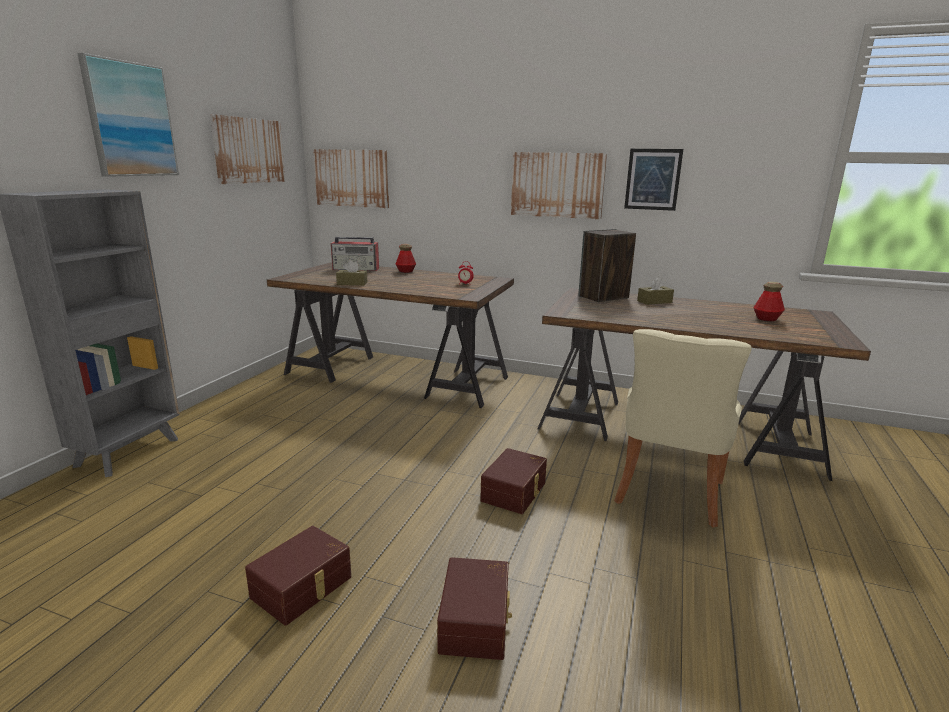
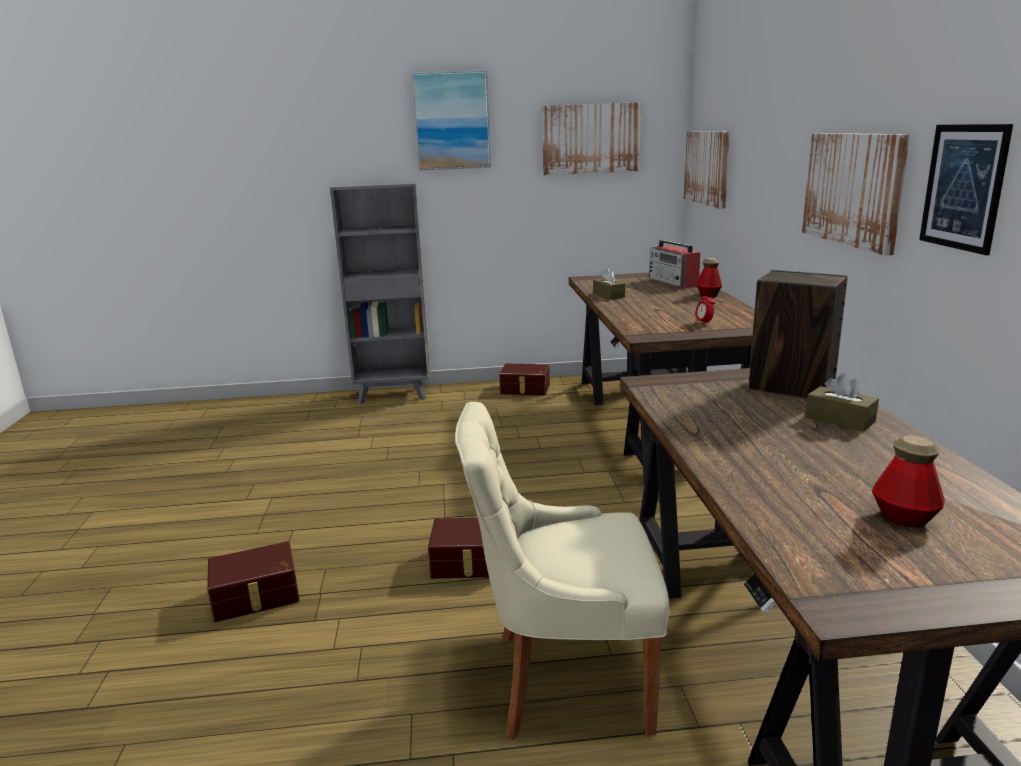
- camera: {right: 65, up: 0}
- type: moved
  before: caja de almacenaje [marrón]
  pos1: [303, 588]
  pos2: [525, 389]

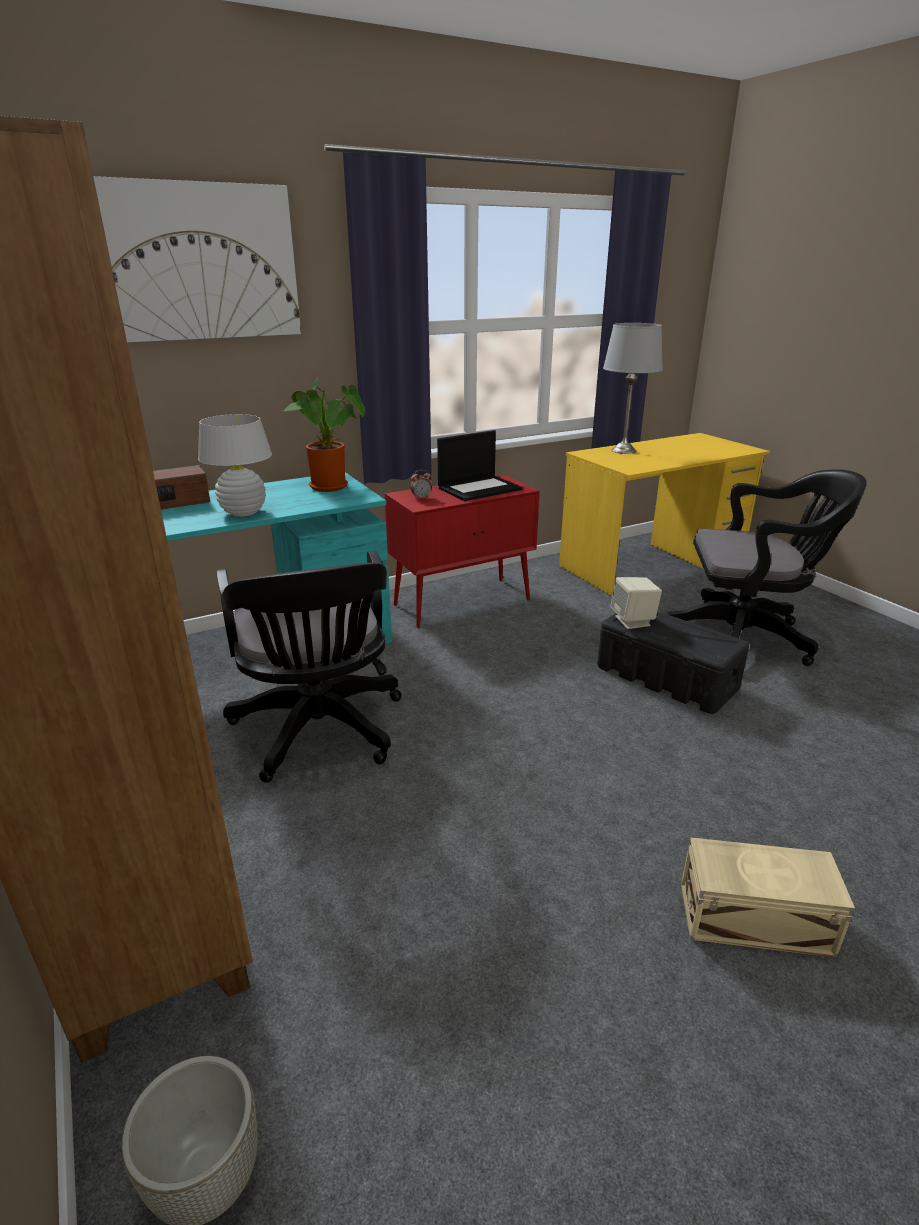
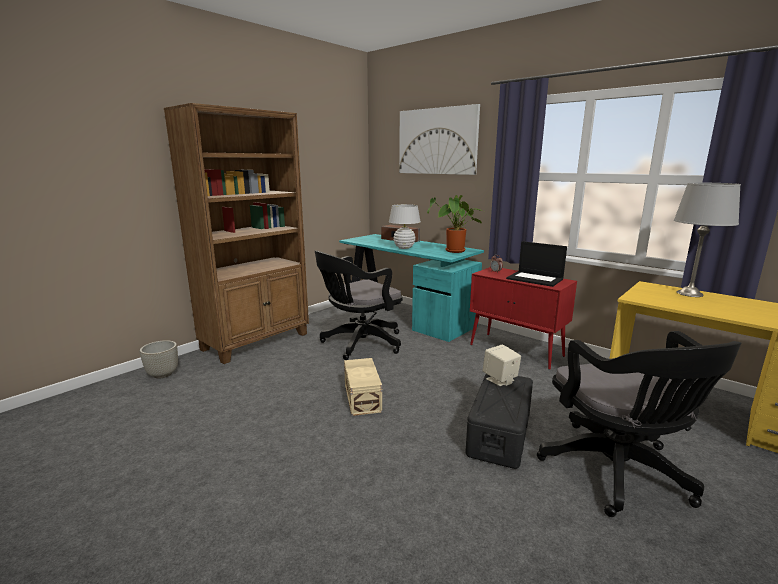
- camera: {right: 70, up: -10}
- type: moved
  before: caja de almacenaje [beis]
  pos1: [751, 917]
  pos2: [363, 397]

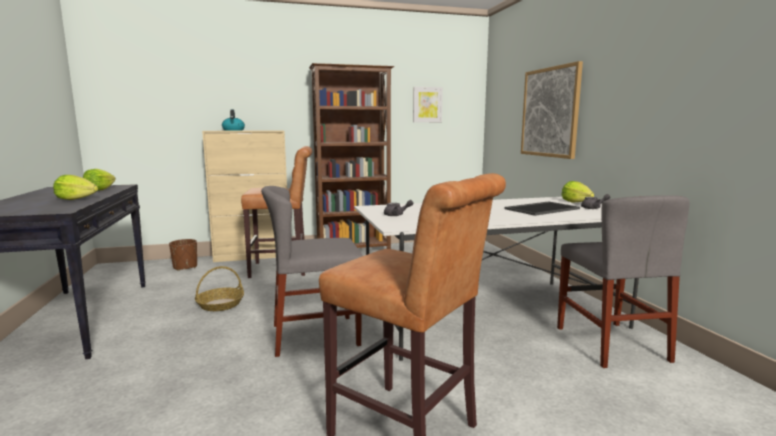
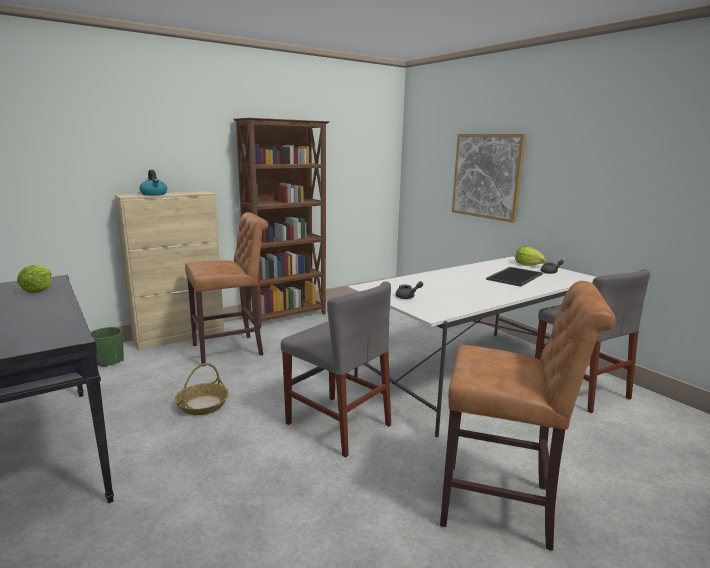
- camera: {right: -20, up: 5}
- type: removed
  before: cuadro
  pos1: [427, 105]
- type: removed
  before: lechuga
  pos1: [76, 199]
- type: turned
  before: silla [gris]
  pos1: [315, 335]
  pos2: [338, 424]
  turn: -105
- type: recoloured
  before: maceta [marrón]
  after: maceta [verde]
  pos1: [185, 267]
  pos2: [109, 361]

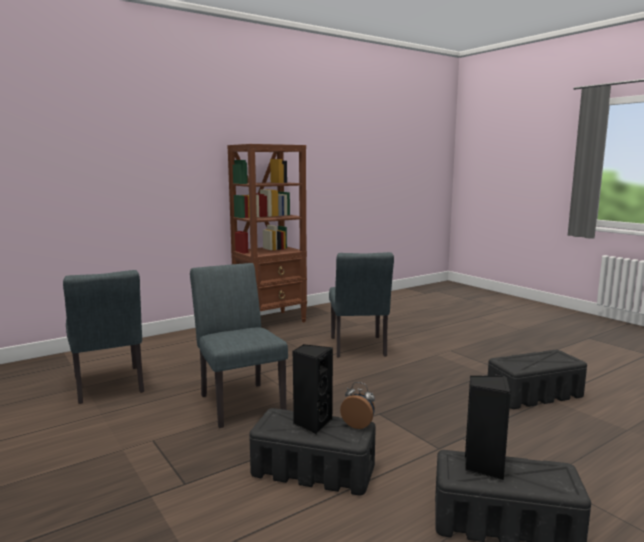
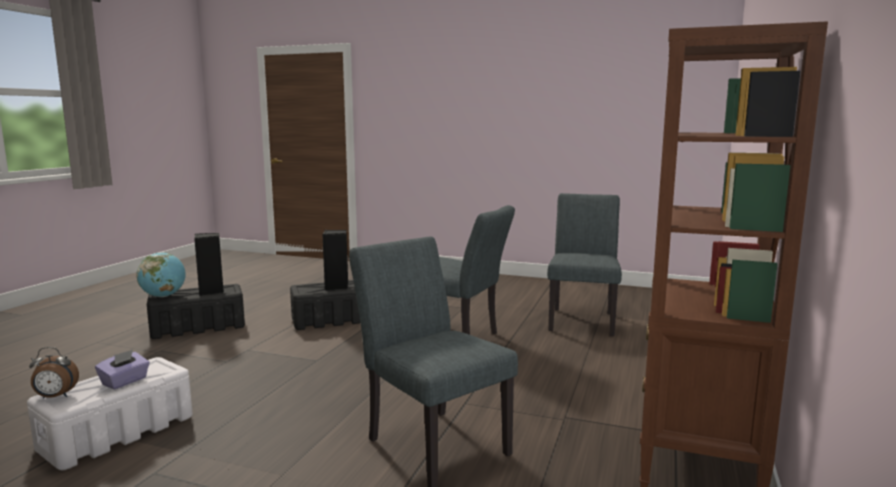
- camera: {right: 145, up: 0}
- type: turned
  before: silla [gris]
  pos1: [109, 387]
  pos2: [582, 319]
  turn: 75
- type: recoloured
  before: caja de almacenaje [negro]
  after: caja de almacenaje [blanco]
  pos1: [533, 395]
  pos2: [119, 432]
- type: moved
  before: despertador
  pos1: [358, 424]
  pos2: [55, 397]
- type: added
  after: globo terráqueo
  pos2: [163, 296]
- type: added
  after: caja de pañuelos [morado]
  pos2: [125, 381]

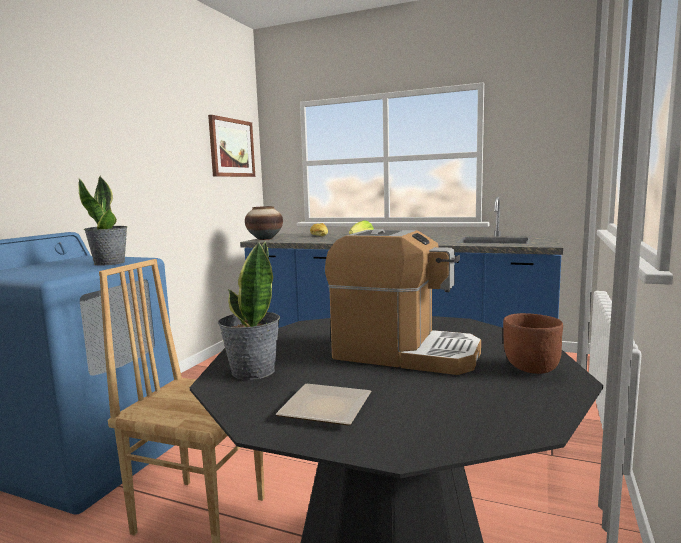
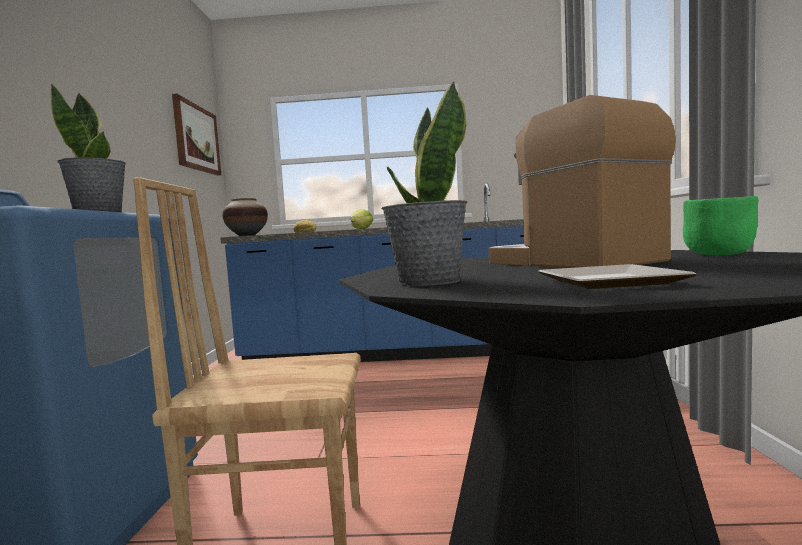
- camera: {right: -20, up: -5}
- type: turned
  before: cafetera
  pos1: [404, 353]
  pos2: [569, 262]
  turn: -120
- type: recoloured
  before: cuenco [marrón]
  after: cuenco [verde]
  pos1: [530, 369]
  pos2: [718, 255]

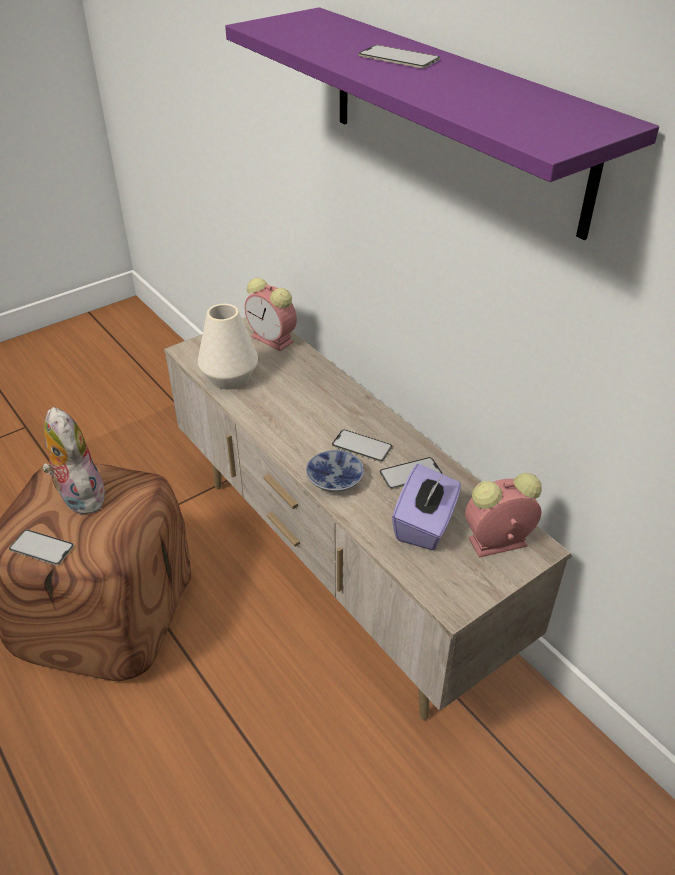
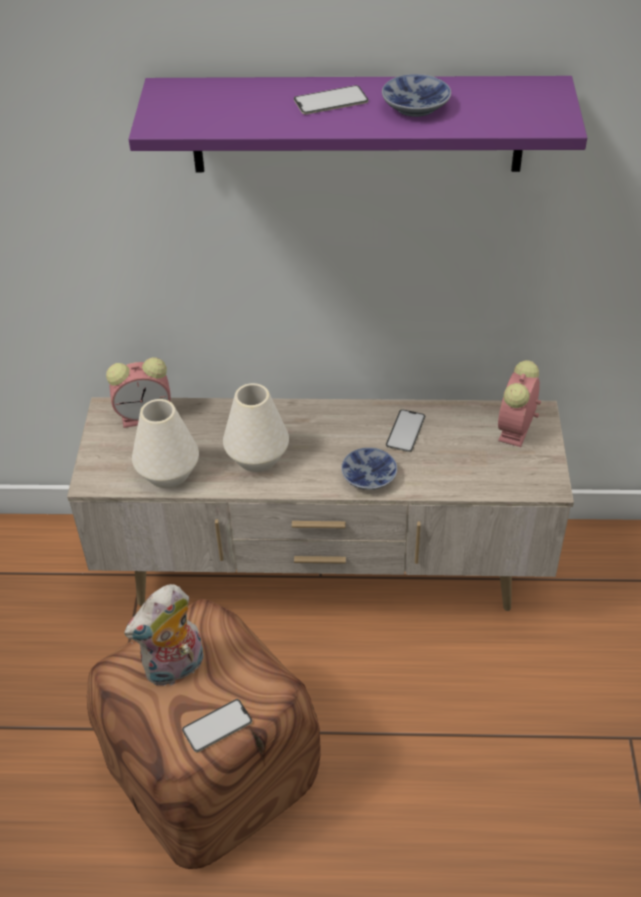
- camera: {right: -50, up: 5}
- type: turned
  before: peluche
  pos1: [79, 496]
  pos2: [175, 669]
  turn: -45
- type: removed
  before: móvil
  pos1: [361, 446]
- type: removed
  before: caja de pañuelos [morado]
  pos1: [425, 524]
- type: added
  after: cuenco
  pos2: [416, 108]
- type: added
  after: florero [blanco]
  pos2: [257, 457]

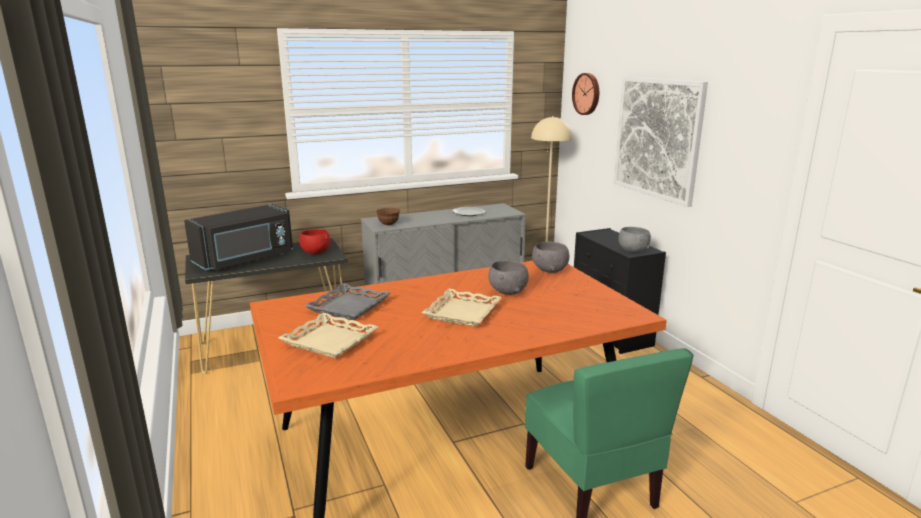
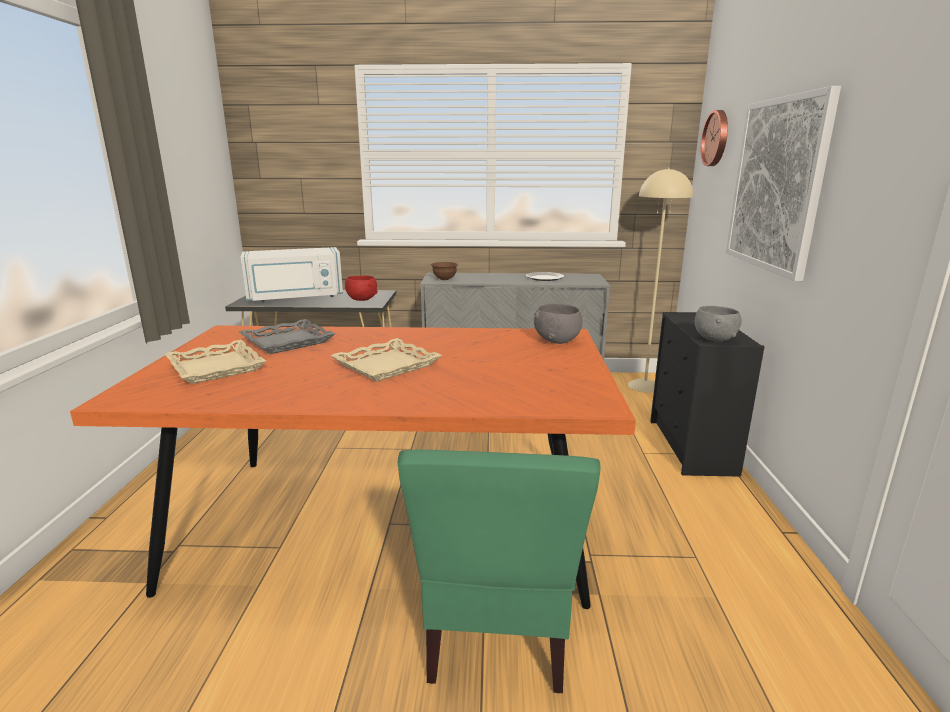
- camera: {right: 25, up: 0}
- type: recoloured
  before: microondas [negro]
  after: microondas [blanco]
  pos1: [245, 259]
  pos2: [295, 297]
- type: removed
  before: cuenco [gris]
  pos1: [508, 291]

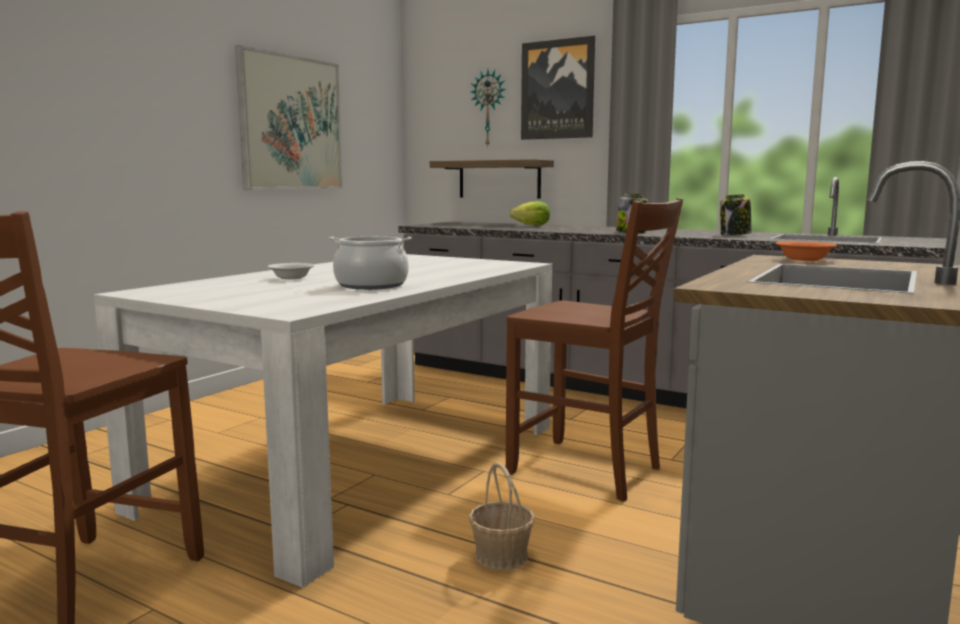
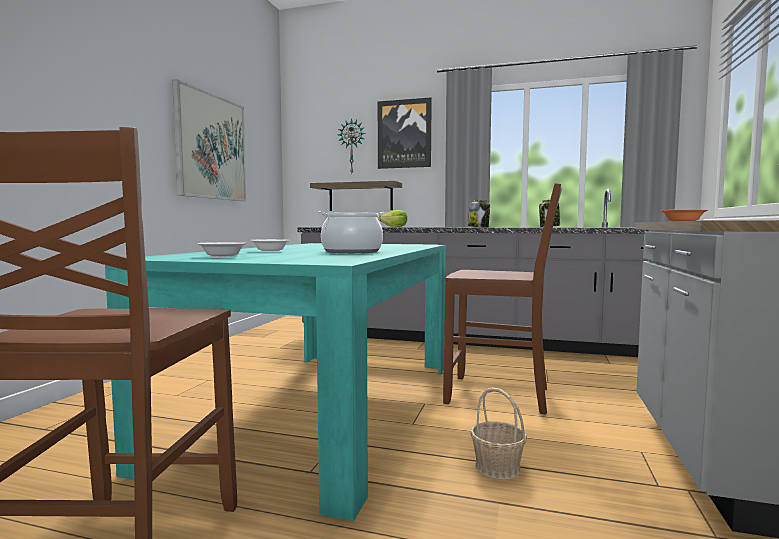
- camera: {right: -15, up: -5}
- type: recoloured
  before: mesa de comedor [blanco]
  after: mesa de comedor [turquesa]
  pos1: [364, 463]
  pos2: [325, 407]
- type: added
  after: cuenco [blanco]
  pos2: [222, 256]

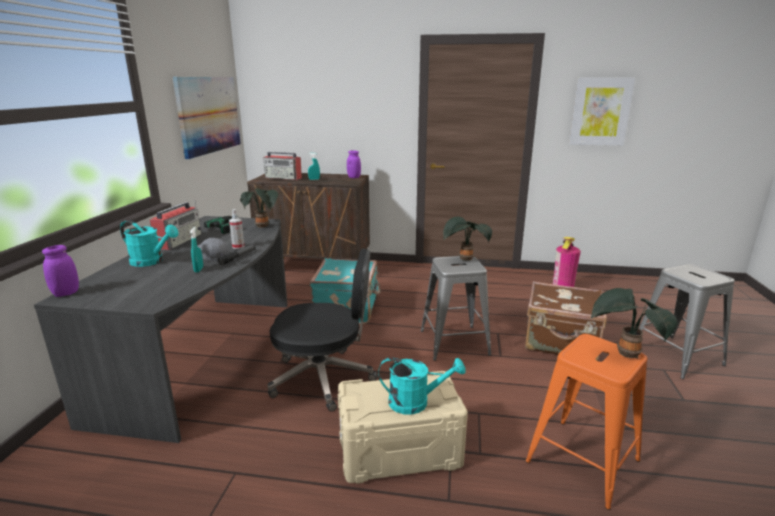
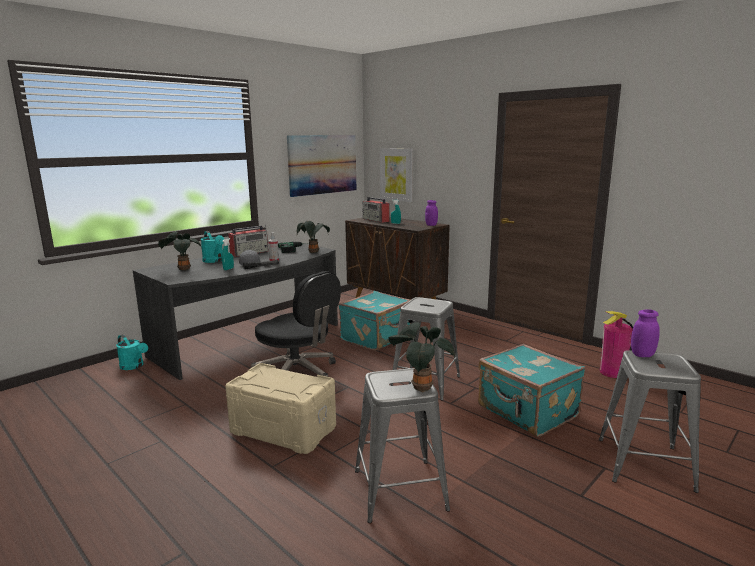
- camera: {right: 35, up: -5}
- type: moved
  before: cuadro
  pos1: [600, 112]
  pos2: [396, 174]
- type: moved
  before: planta en maceta
  pos1: [464, 259]
  pos2: [182, 269]
- type: moved
  before: tarro [morado]
  pos1: [66, 293]
  pos2: [642, 355]
- type: recoloured
  before: maleta [marrón]
  after: maleta [turquesa]
  pos1: [561, 342]
  pos2: [527, 412]
- type: recoloured
  before: taburete [naranja]
  after: taburete [gris]
  pos1: [582, 460]
  pos2: [400, 489]
- type: moved
  before: regadera [turquesa]
  pos1: [416, 402]
  pos2: [134, 366]

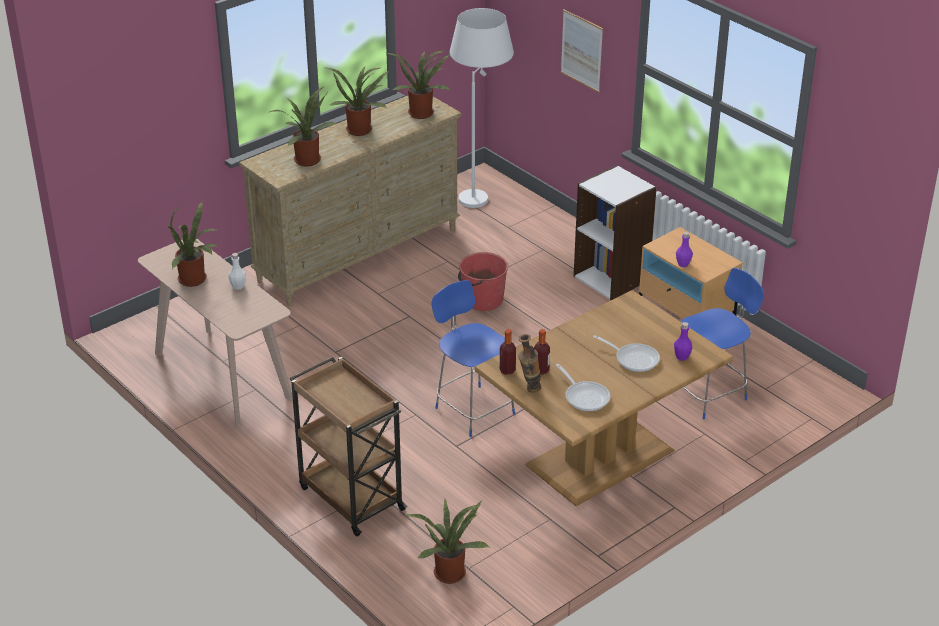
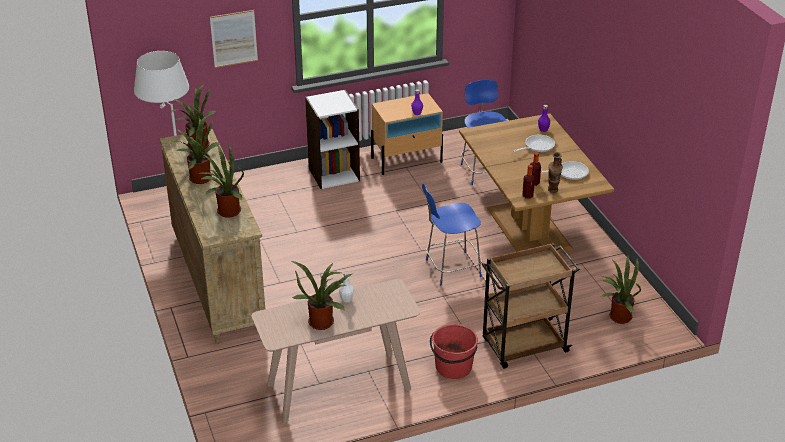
- camera: {right: -70, up: 0}
- type: moved
  before: cubo [rojo]
  pos1: [482, 300]
  pos2: [453, 367]

